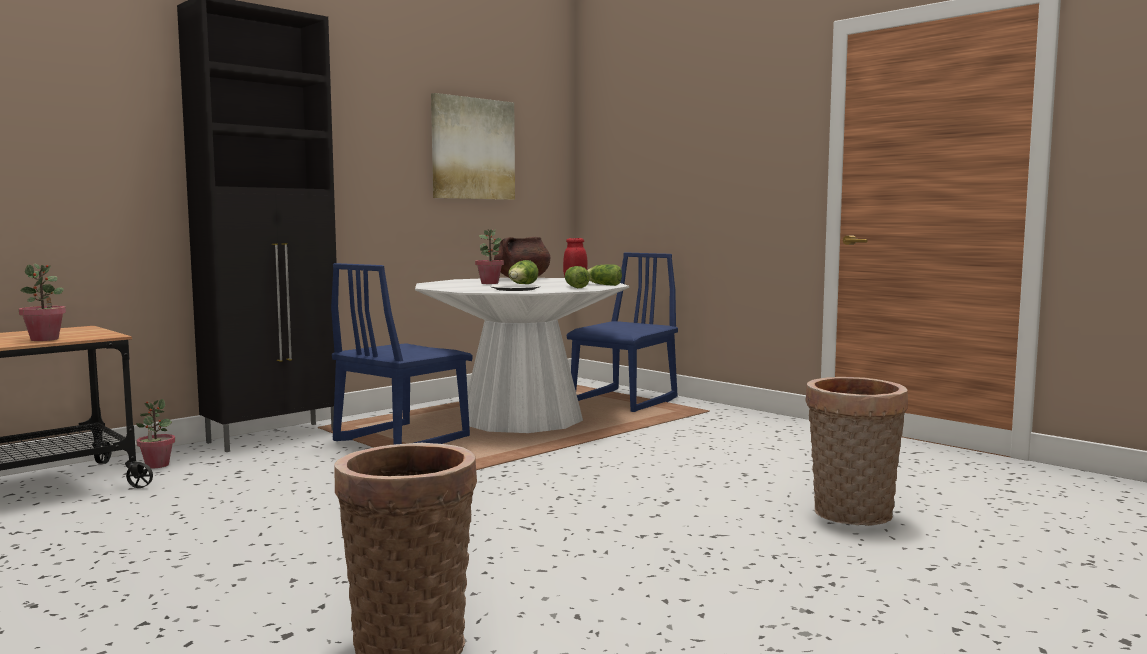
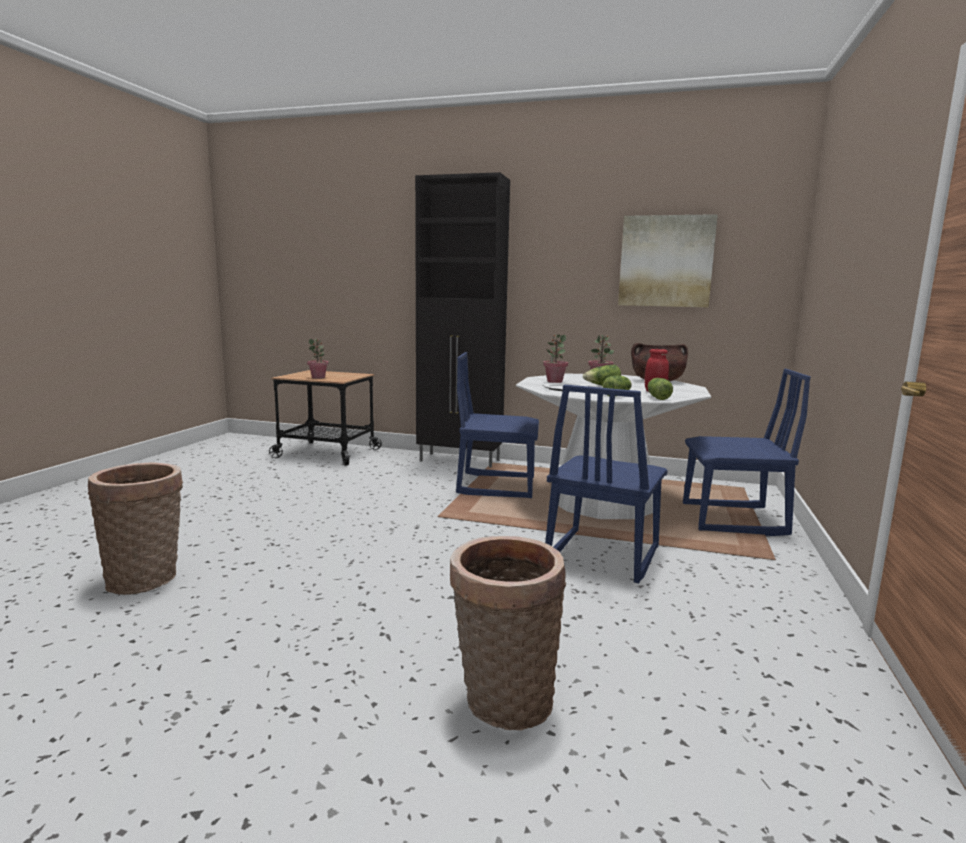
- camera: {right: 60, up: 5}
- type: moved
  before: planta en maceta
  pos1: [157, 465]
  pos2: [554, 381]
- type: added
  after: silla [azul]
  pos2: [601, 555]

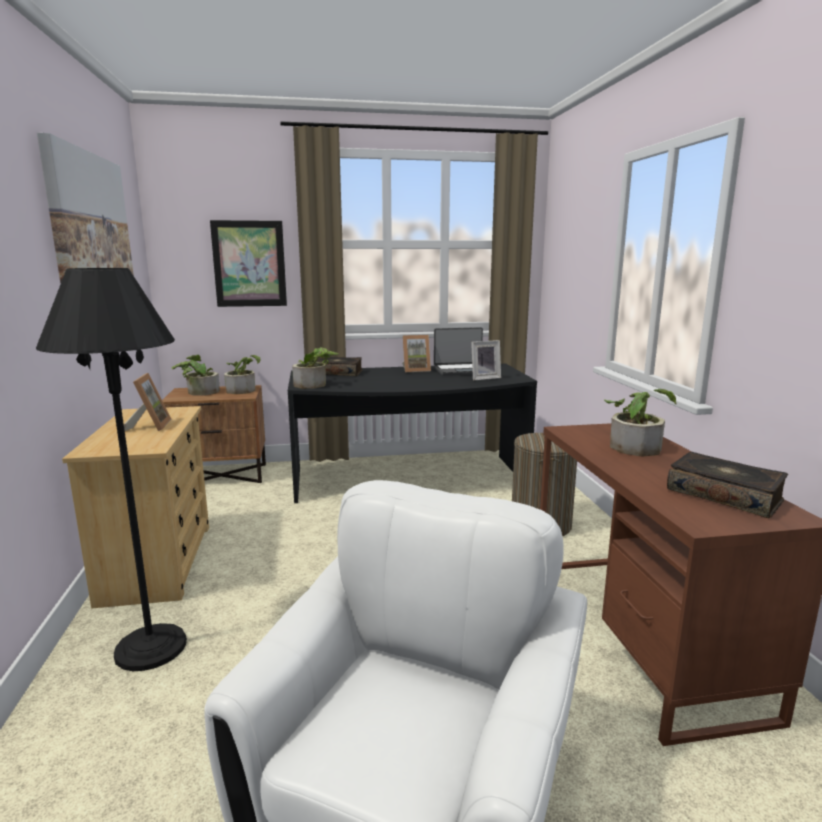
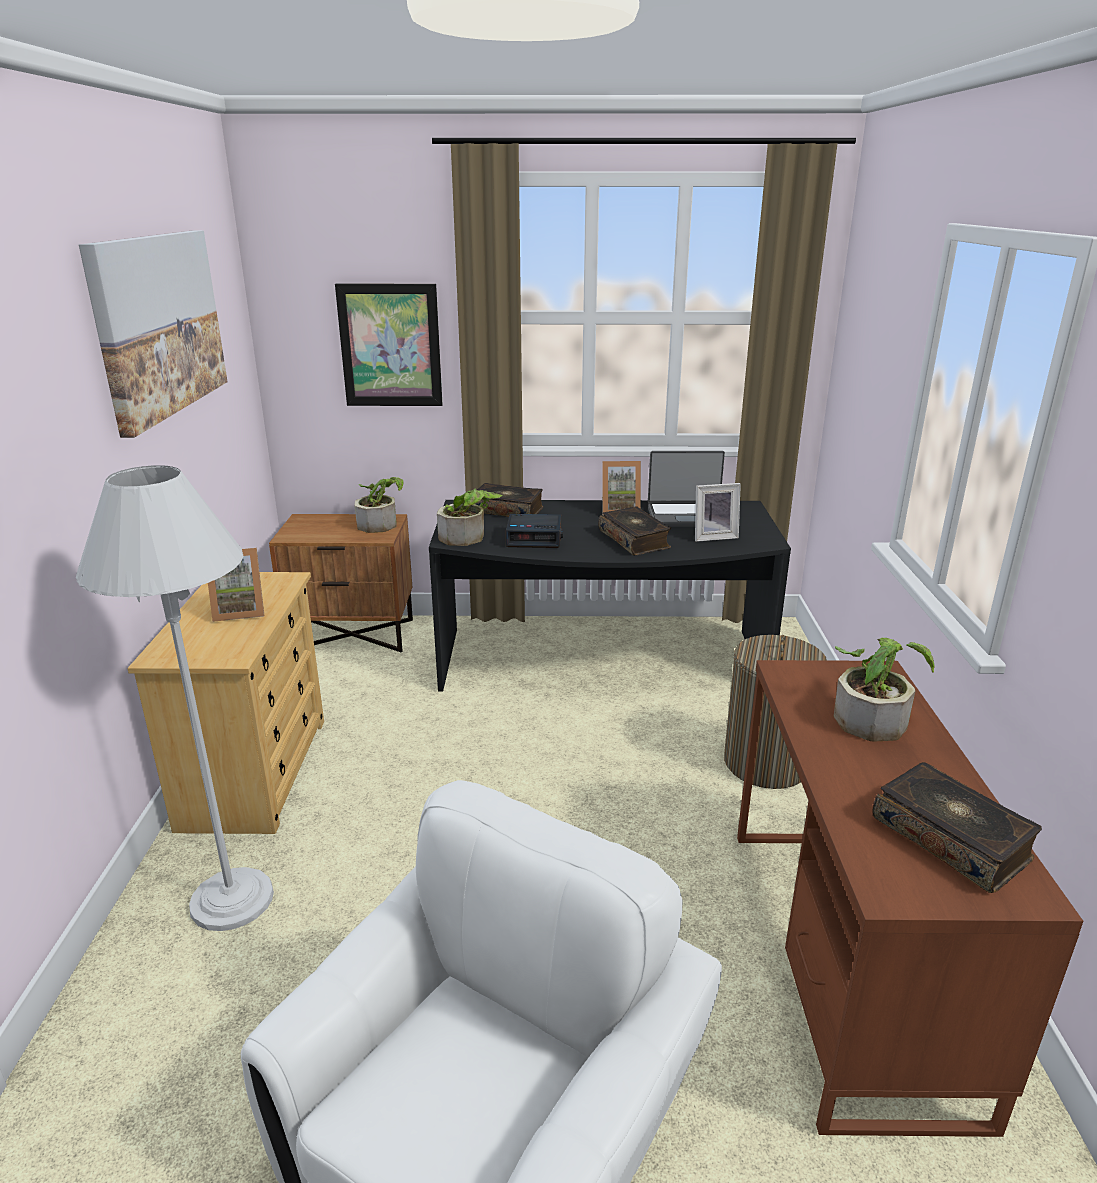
- camera: {right: 10, up: 10}
- type: recoloured
  before: lámpara de pie [negro]
  after: lámpara de pie [blanco]
  pos1: [150, 647]
  pos2: [232, 899]
- type: removed
  before: planta en maceta
  pos1: [199, 392]
- type: turned
  before: portarretratos
  pos1: [150, 426]
  pos2: [240, 611]
  turn: 75
- type: added
  after: libro
  pos2: [635, 540]
- type: added
  after: despertador
  pos2: [535, 538]

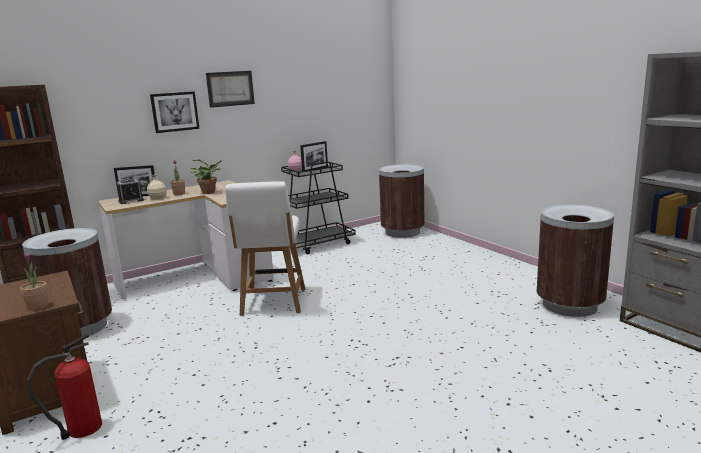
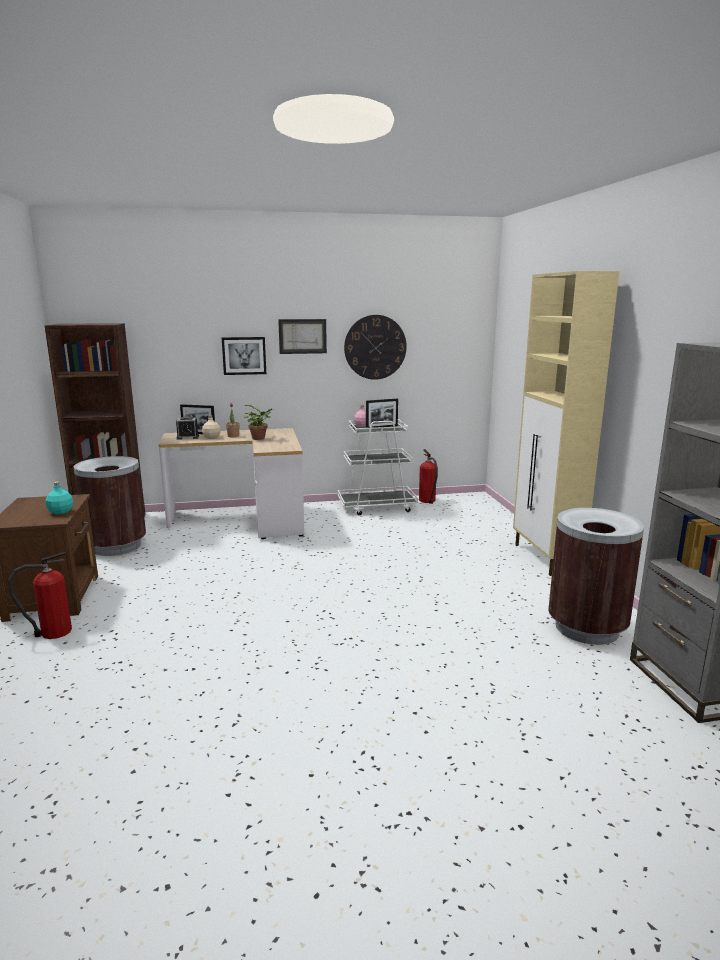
- camera: {right: 20, up: 0}
- type: recoloured
  before: carrito [negro]
  after: carrito [blanco]
  pos1: [317, 244]
  pos2: [377, 506]
- type: removed
  before: papelera [marrón]
  pos1: [402, 232]
- type: removed
  before: silla [blanco]
  pos1: [273, 303]
- type: removed
  before: planta en maceta
  pos1: [38, 306]
- type: added
  after: armario [beis]
  pos2: [546, 559]
- type: added
  after: reloj de pared
  pos2: [375, 347]
- type: added
  after: extintor
  pos2: [428, 500]
- type: added
  after: botella [turquesa]
  pos2: [61, 512]

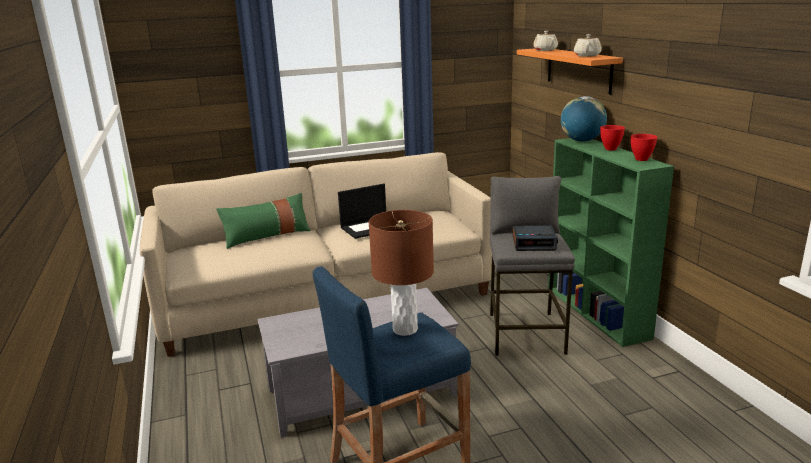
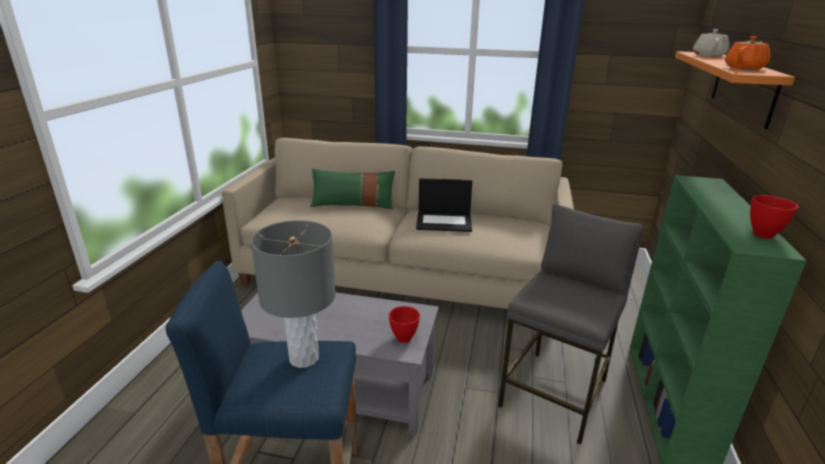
- camera: {right: 30, up: 5}
- type: recoloured
  before: tetera [beis]
  after: tetera [naranja]
  pos1: [587, 55]
  pos2: [744, 68]
- type: removed
  before: globo terráqueo
  pos1: [582, 141]
- type: moved
  before: cuenco [rojo]
  pos1: [610, 149]
  pos2: [403, 338]
- type: recoloured
  before: lámpara de mesa [marrón]
  after: lámpara de mesa [gris]
  pos1: [405, 329]
  pos2: [304, 358]
- type: removed
  before: despertador
  pos1: [534, 243]

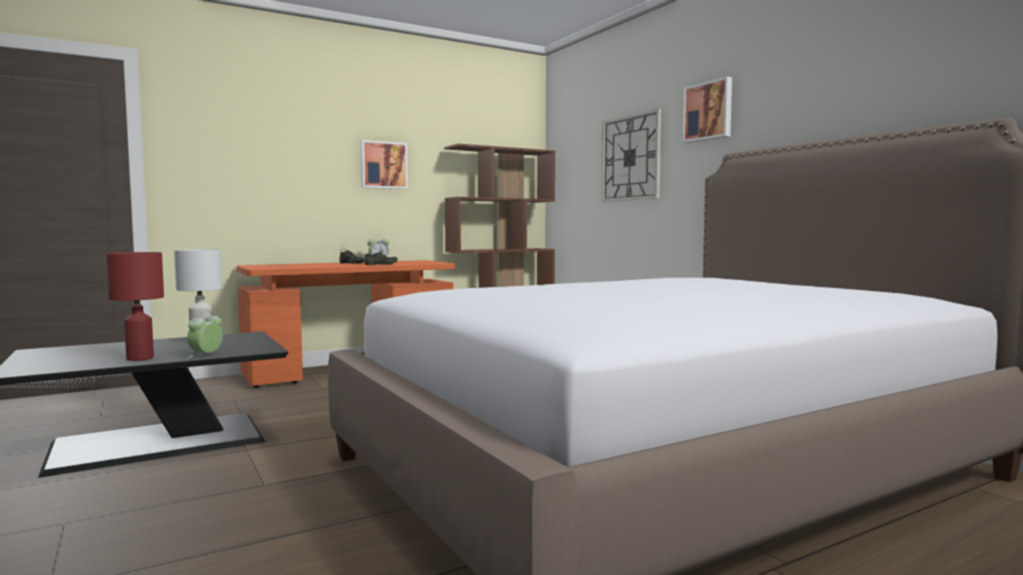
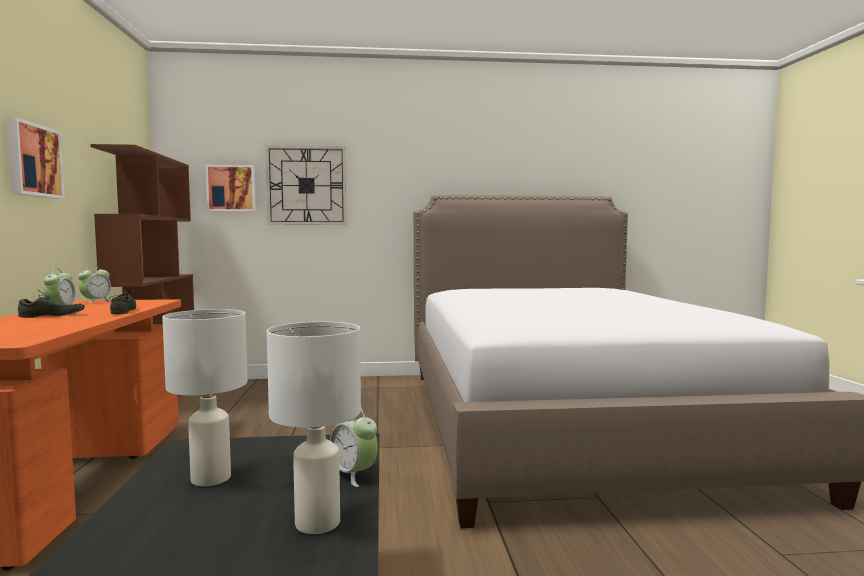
- camera: {right: -65, up: 0}
- type: moved
  before: cuadro
  pos1: [708, 111]
  pos2: [231, 188]
- type: recoloured
  before: lámpara de mesa [rojo]
  after: lámpara de mesa [blanco]
  pos1: [140, 358]
  pos2: [316, 523]
- type: added
  after: despertador
  pos2: [96, 301]

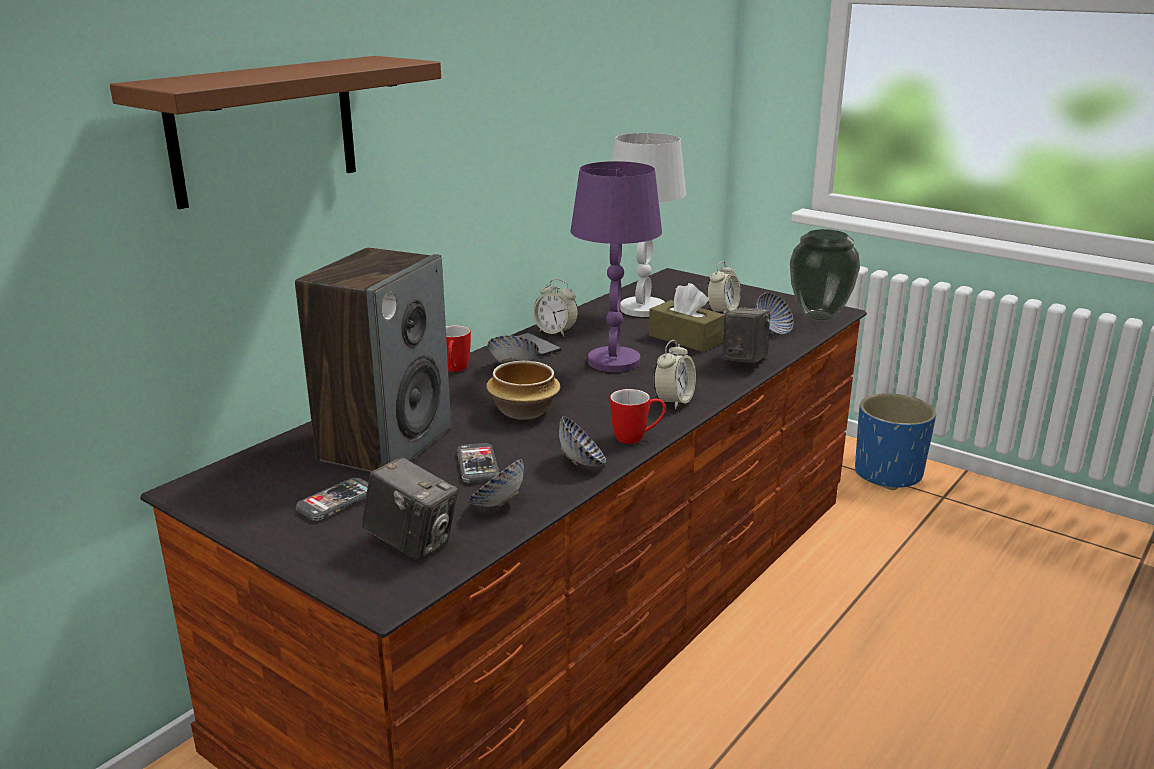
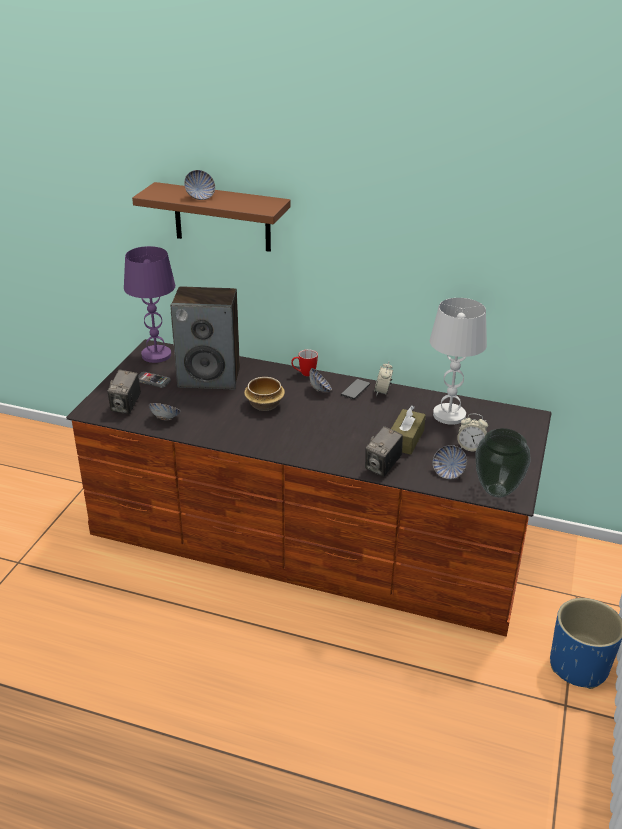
- camera: {right: 70, up: 10}
- type: moved
  before: lámpara de mesa [morado]
  pos1: [613, 361]
  pos2: [156, 355]
- type: turned
  before: cámara
  pos1: [744, 361]
  pos2: [383, 467]
  turn: 120
- type: removed
  before: despertador
  pos1: [674, 401]
- type: removed
  before: taza grande
  pos1: [637, 438]
- type: moved
  before: cuenco
  pos1: [582, 462]
  pos2: [200, 197]
- type: removed
  before: móvil
  pos1: [477, 465]

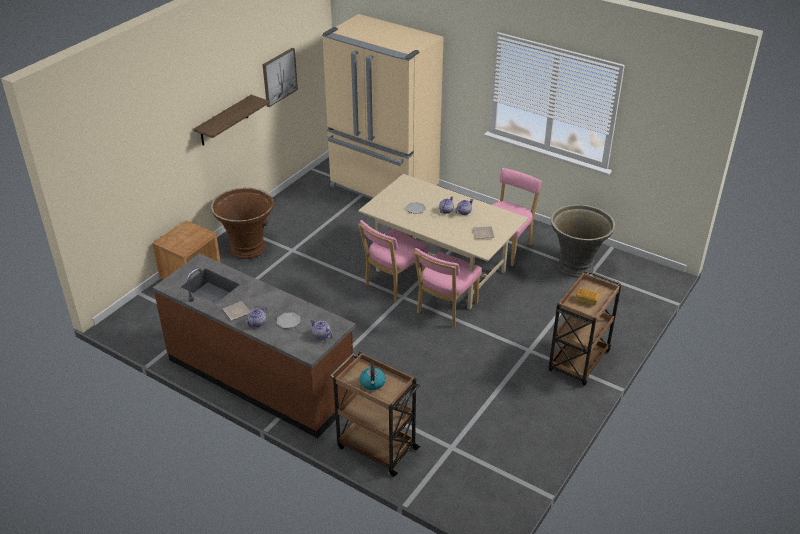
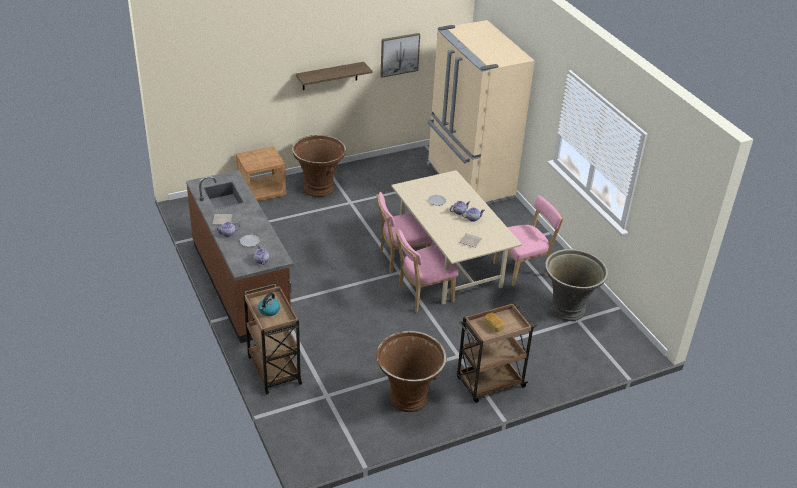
- camera: {right: 30, up: 0}
- type: added
  after: maceta [marrón]
  pos2: [408, 398]

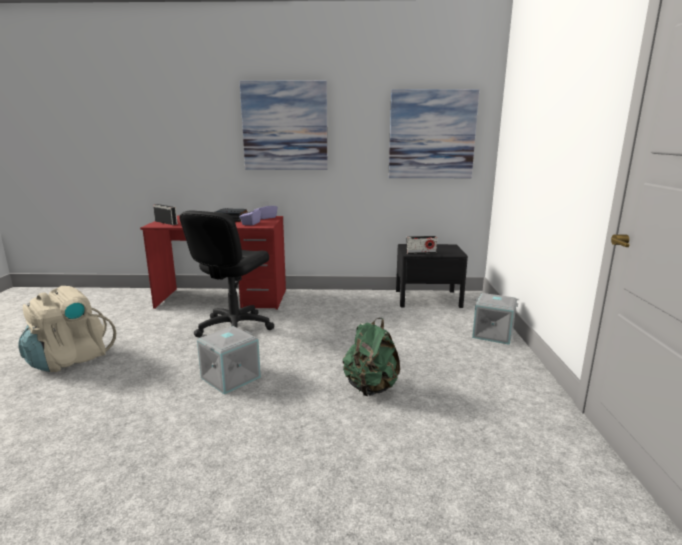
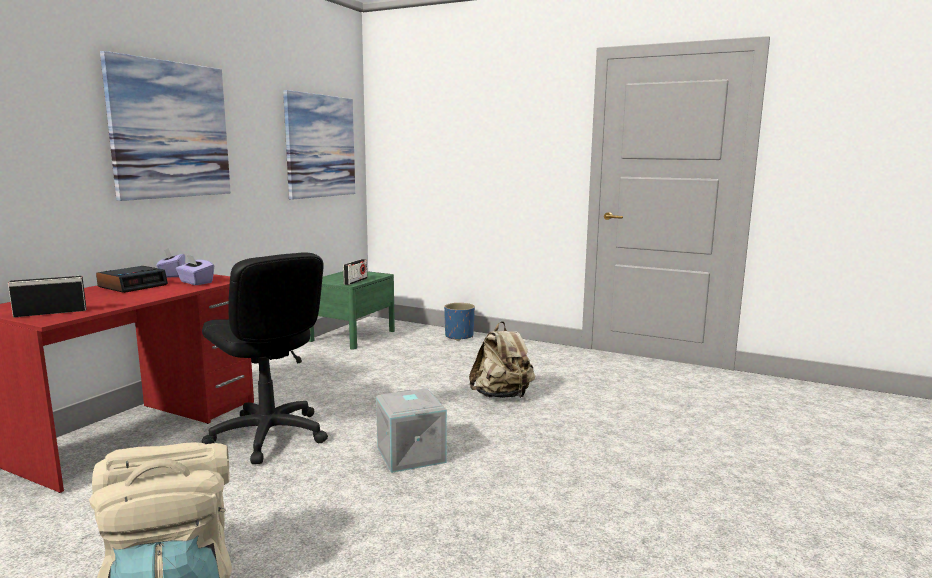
- camera: {right: -65, up: -5}
- type: recoloured
  before: mesita de noche [negro]
  after: mesita de noche [verde]
  pos1: [428, 298]
  pos2: [352, 336]
- type: replaced
  before: caja de almacenaje [gris]
  after: maceta [azul]
  pos1: [493, 334]
  pos2: [459, 336]
- type: recoloured
  before: mochila [verde]
  after: mochila [beis]
  pos1: [371, 388]
  pos2: [502, 396]

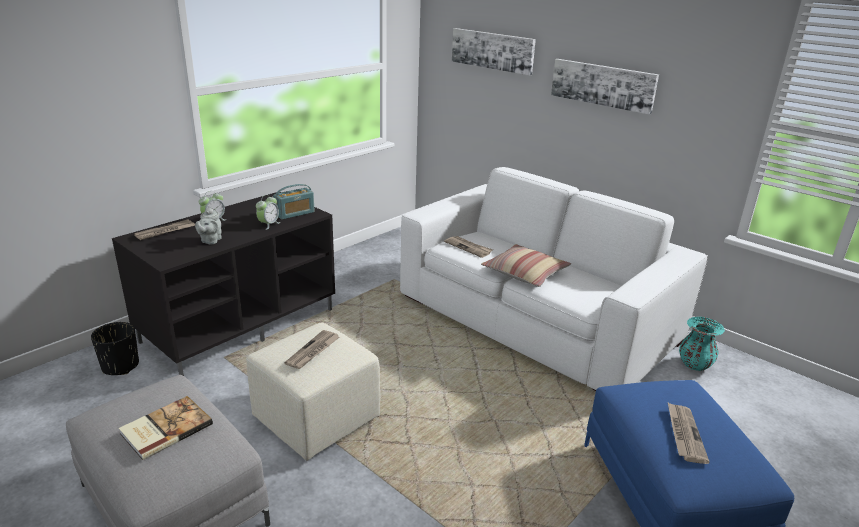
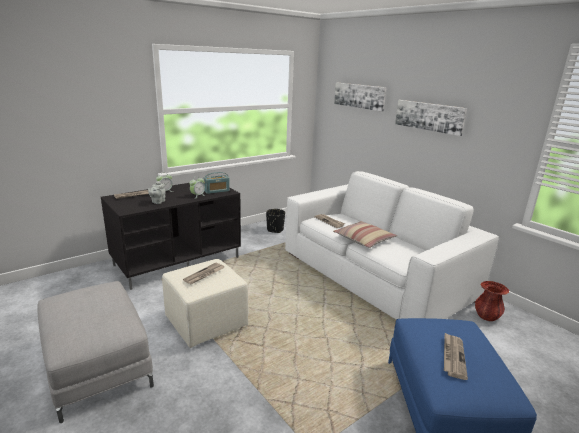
- camera: {right: 10, up: -5}
- type: recoloured
  before: florero [turquesa]
  after: florero [rojo]
  pos1: [695, 364]
  pos2: [487, 316]
- type: moved
  before: maceta [negro]
  pos1: [120, 366]
  pos2: [275, 230]
- type: removed
  before: libro
  pos1: [165, 429]

